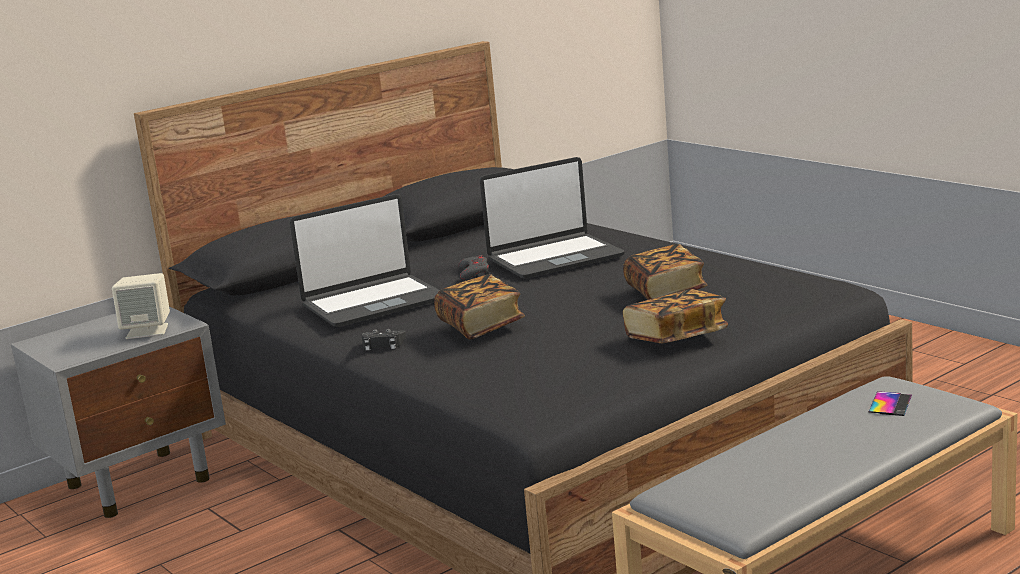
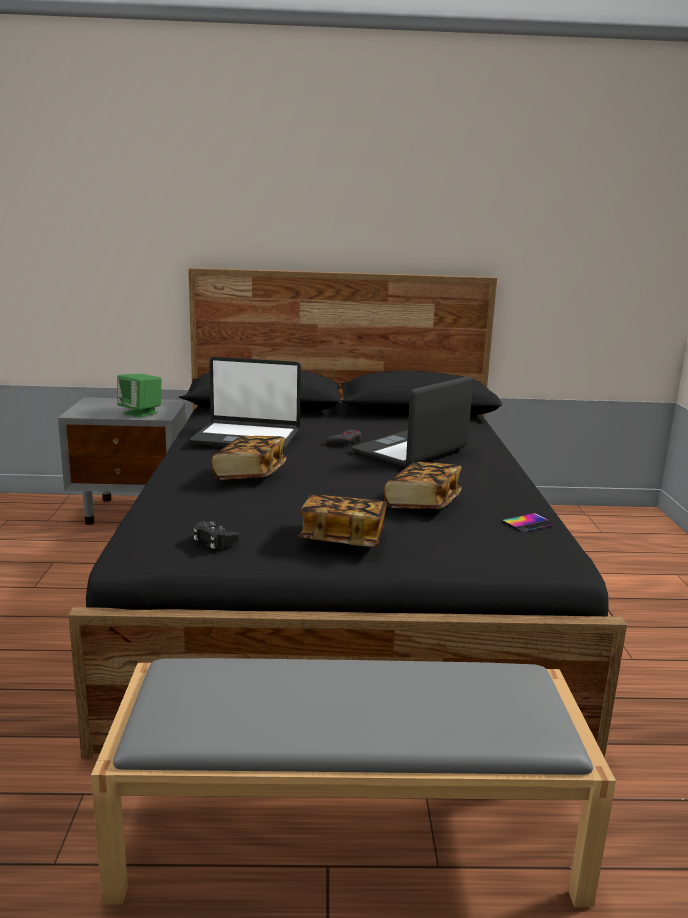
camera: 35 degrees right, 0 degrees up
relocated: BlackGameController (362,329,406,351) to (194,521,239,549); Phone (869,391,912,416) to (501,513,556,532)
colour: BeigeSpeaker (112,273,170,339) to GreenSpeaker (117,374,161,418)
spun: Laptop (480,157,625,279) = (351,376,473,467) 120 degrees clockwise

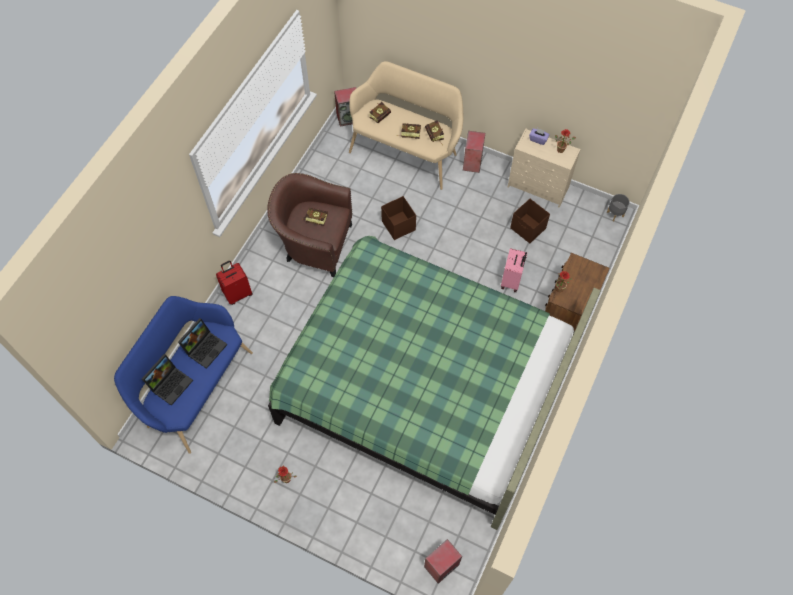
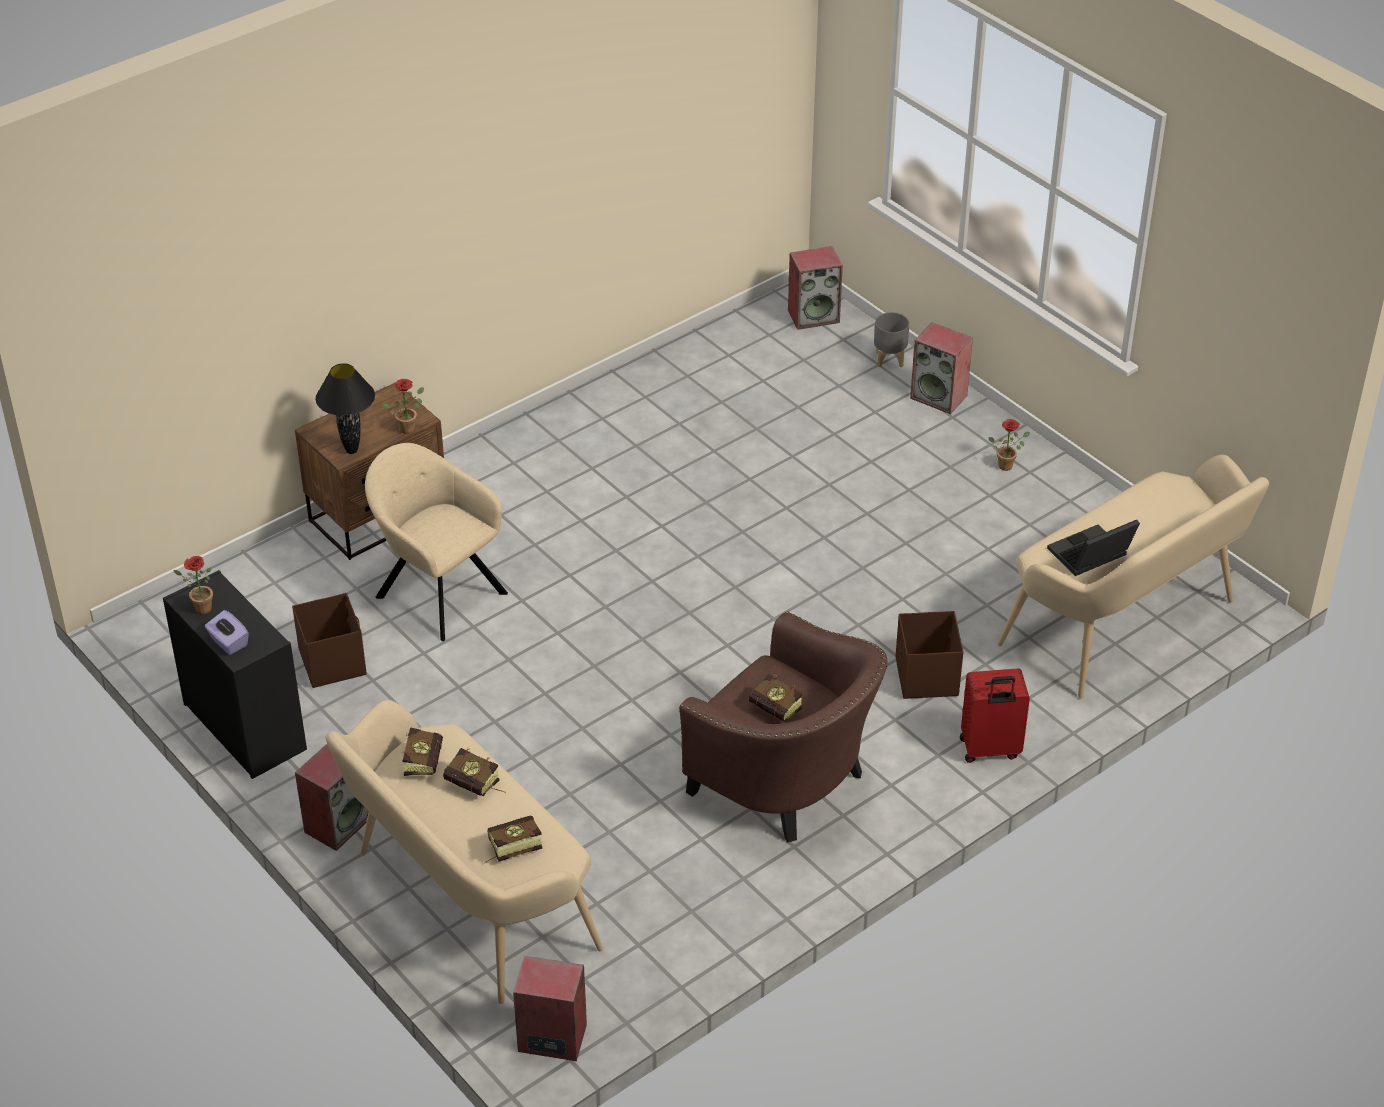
camera: 155 degrees left, 20 degrees down
missing: Laptop (142,354,193,406); GreenBed (268,236,601,530)
appeared: BlackTableLamp (316,363,375,454); Speaker (910,322,973,414)
relocated: GreyPlanter (607,194,629,221) to (874,312,909,368); BrownStorageBox (381,196,416,240) to (895,611,963,699)
exchanged: PinkSuitcase (501,248,527,292) to BeigeArmchair (365,443,508,641)
colour: BeigeDresser (508,129,581,207) to BlackDresser (163,570,307,779); BlueBench (114,296,253,454) to BeigeBench (997,455,1269,698)

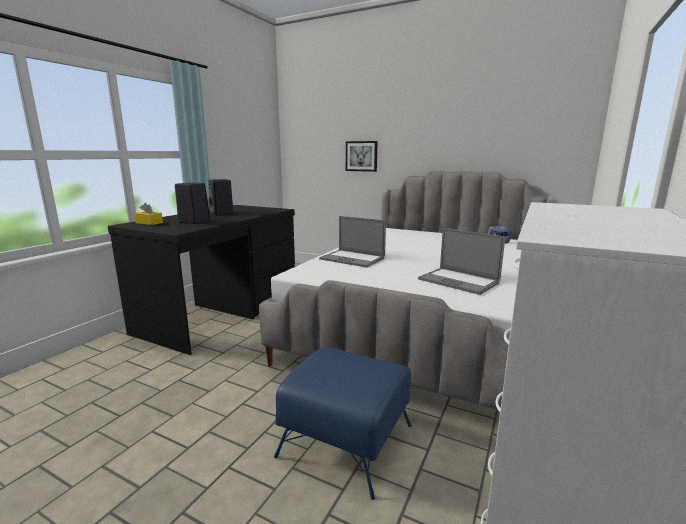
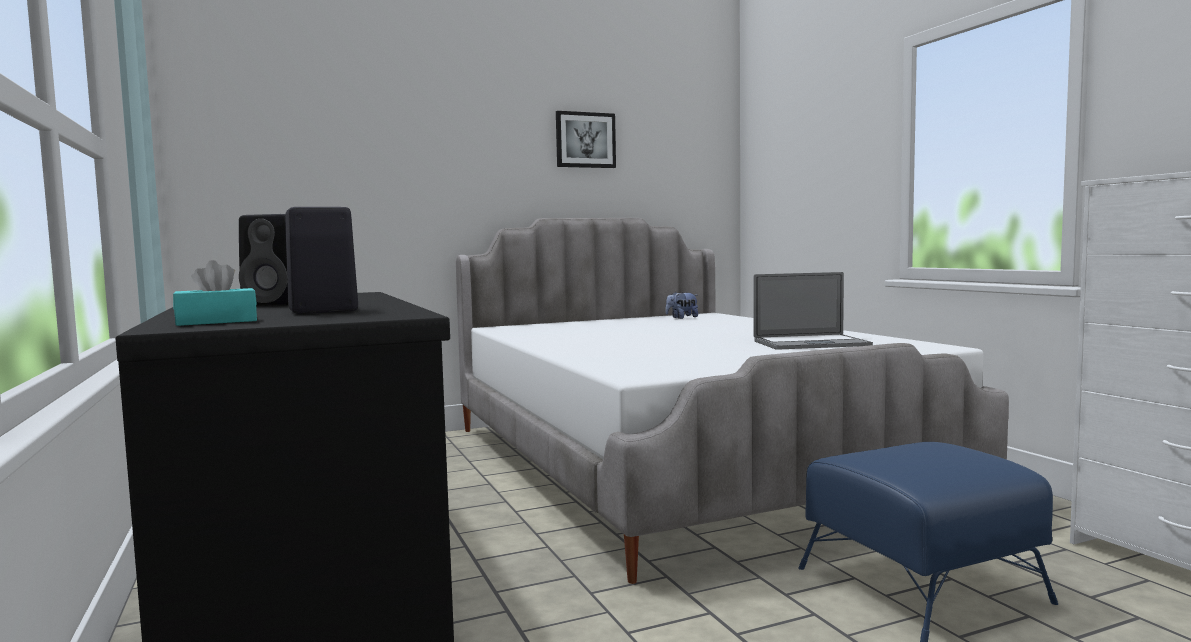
camera: 50 degrees left, 10 degrees down
missing: Laptop (319,216,386,268)
relocated: Picture (346,141,378,172) to (556,111,616,168)
colour: YellowTissueBox (134,203,163,225) to TurquoiseTissueBox (173,260,257,326)

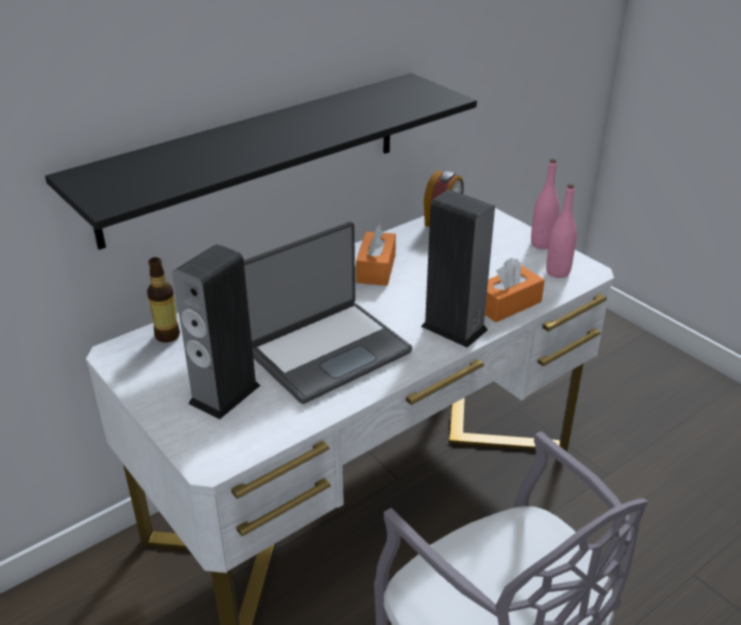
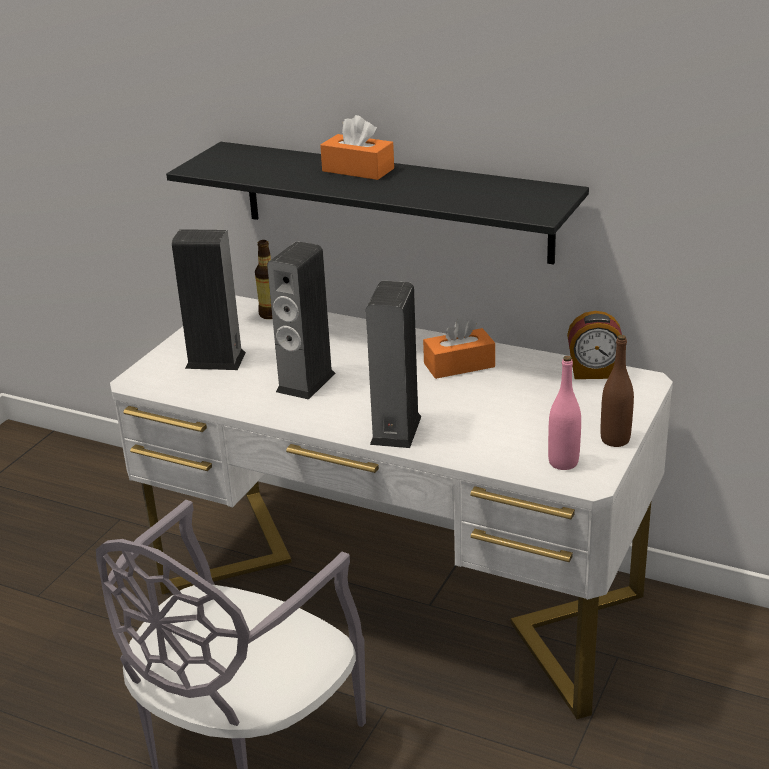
camera: 65 degrees right, 5 degrees down
relocated: OrangeTissueBox (485,257,545,322) to (320,115,394,180)
exchanged: Laptop (244,222,412,404) to Speaker (267,241,336,400)
colour: PinkBottle (531,159,559,249) to BrownBottle (601,335,634,447)

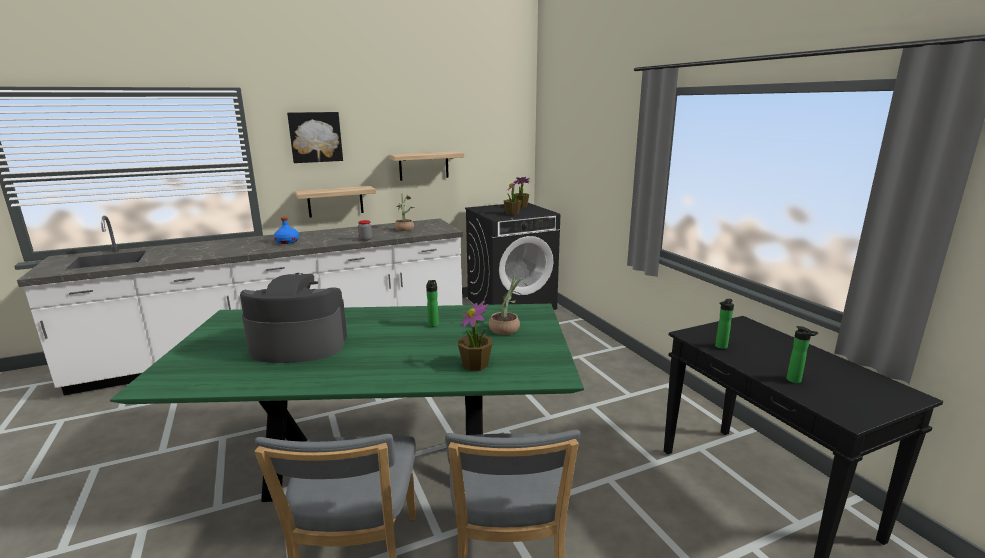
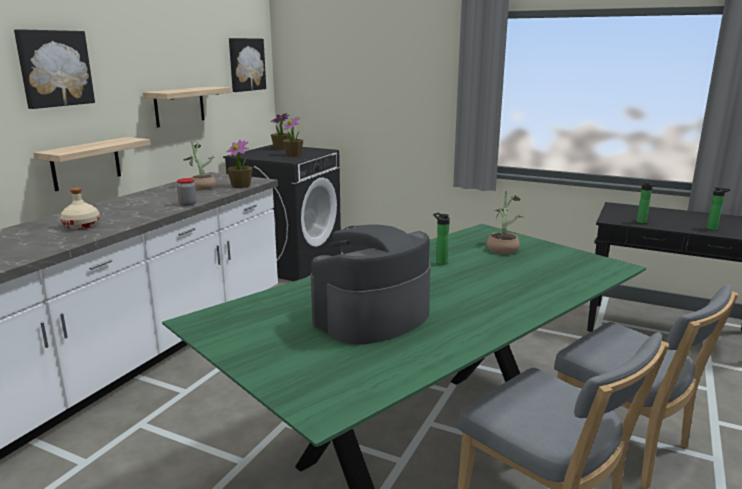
camera: 40 degrees left, 0 degrees up
appeared: Picture (229,38,266,92)
relocated: PottedPlant (458,302,492,371) to (226,140,253,188)
colour: BlueBottle (274,217,299,244) to BeigeBottle (60,187,100,229)

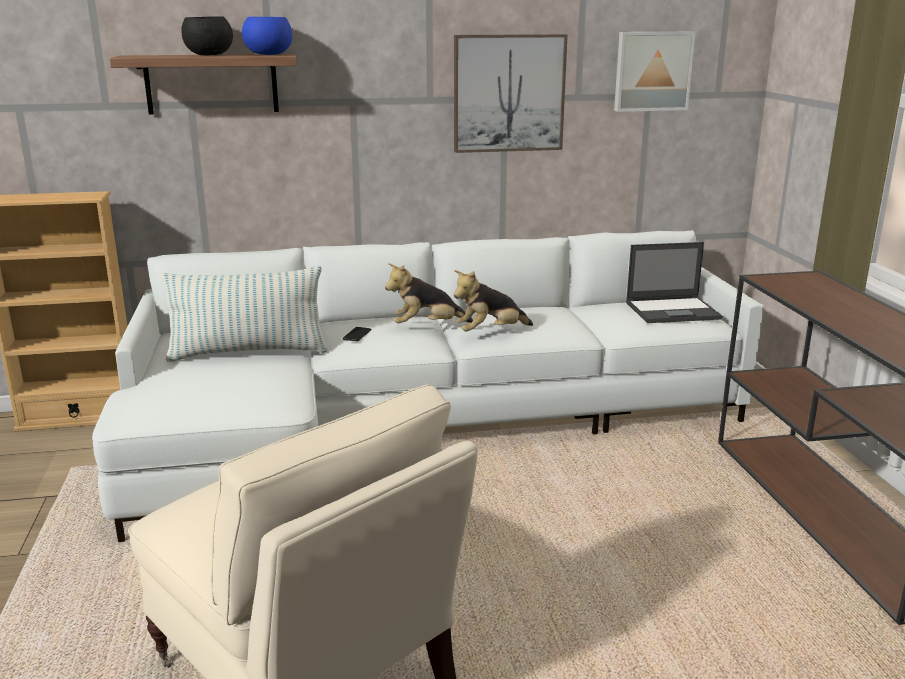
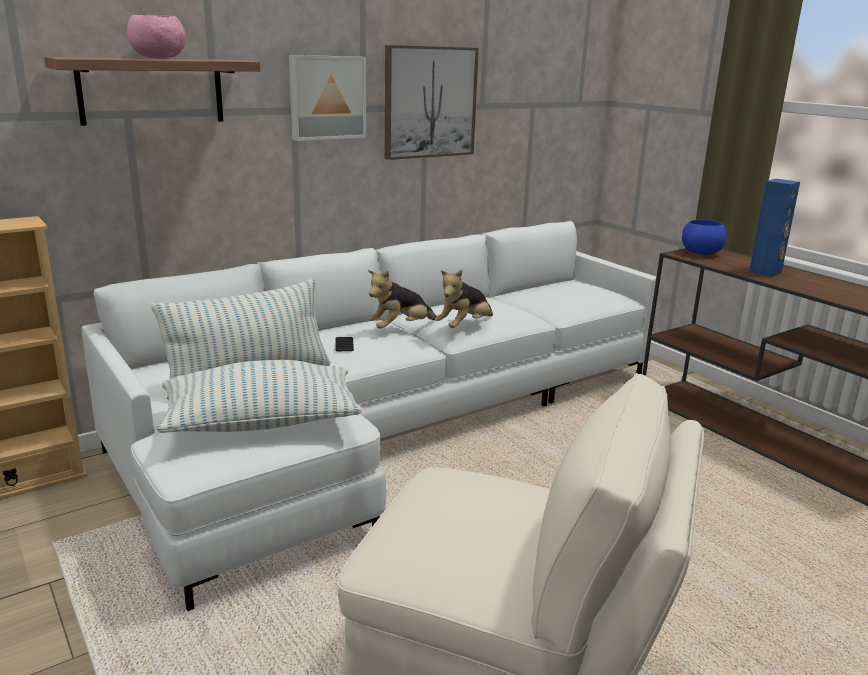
camera: 25 degrees left, 0 degrees up
missing: Laptop (626,242,722,323)
appeared: Pillow (157,360,362,433); BlueSpeaker (749,179,800,277)
relocated: Picture (614,32,696,112) to (289,55,366,141); BlueBowl (242,17,292,55) to (682,220,727,255)
colour: BlackBowl (181,16,233,55) to PinkBowl (127,15,186,59)

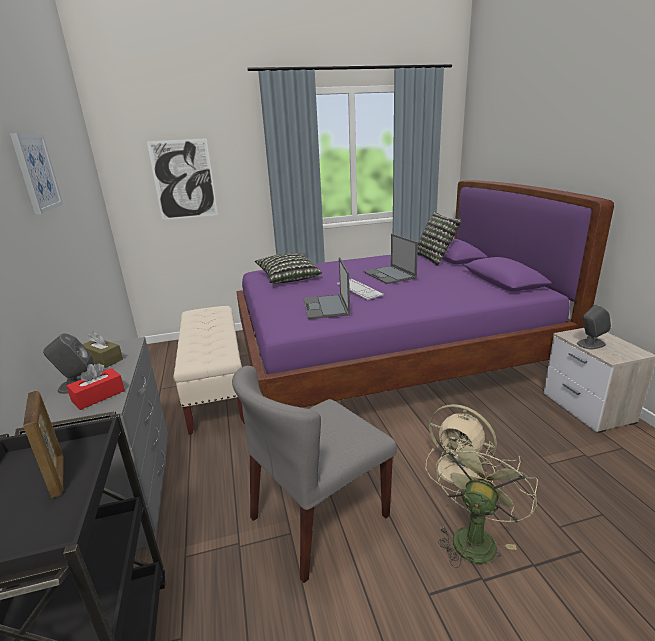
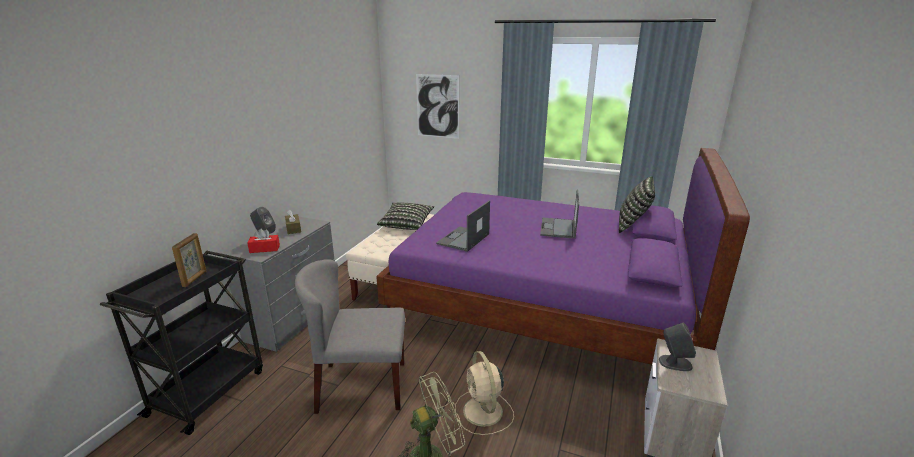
camera: 35 degrees right, 0 degrees up
missing: Picture (10,133,63,215); Keyboard (337,279,384,300)
relocated: Pillow (255,253,322,283) to (377,203,434,230)

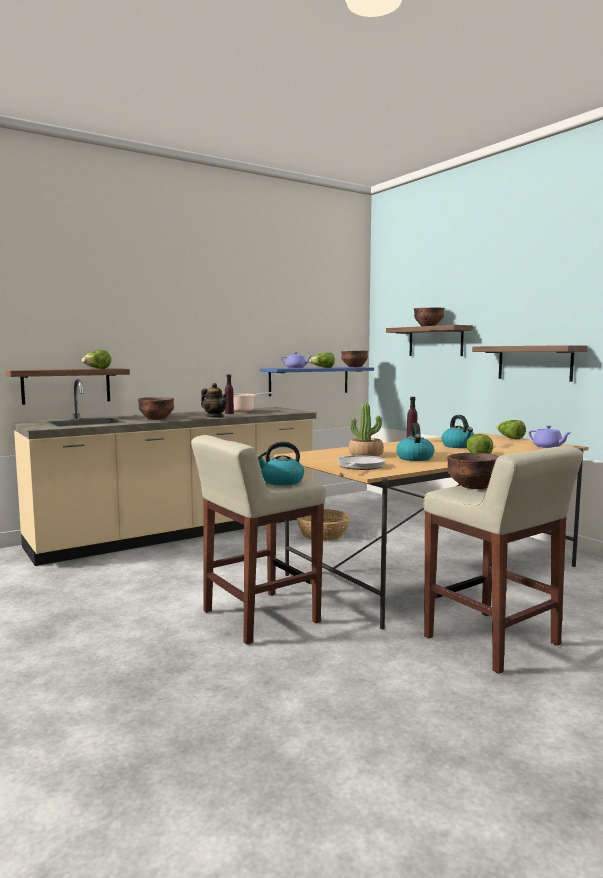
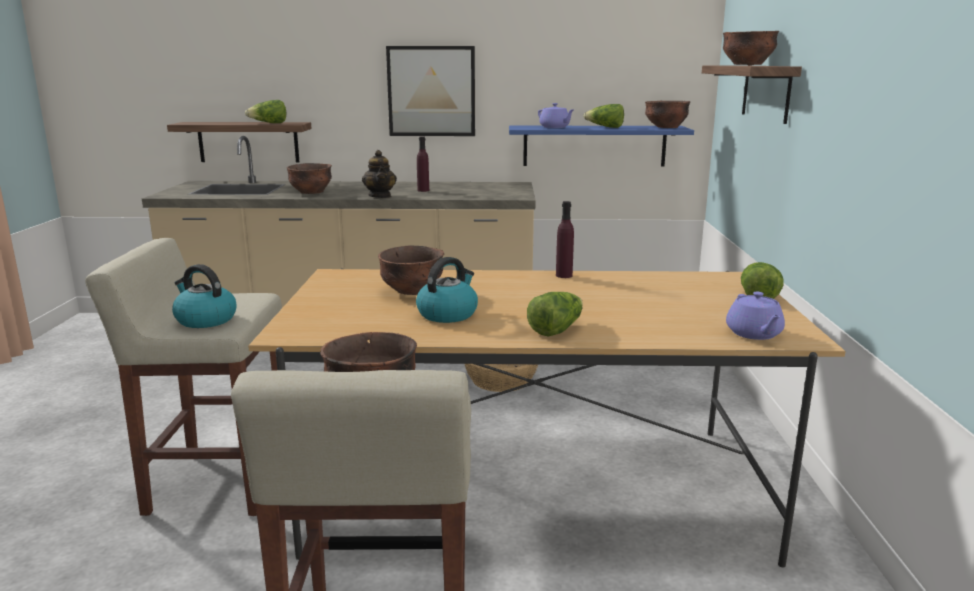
camera: 35 degrees right, 10 degrees up
missing: CookingPot (233,392,273,412); FryingPan (337,455,386,470); Kettle (442,415,475,448); Shelf (472,345,587,382)
appeared: Picture (386,46,475,136)
exchanged: PottedPlant (349,403,384,456) to BrownBowl (378,245,444,295)

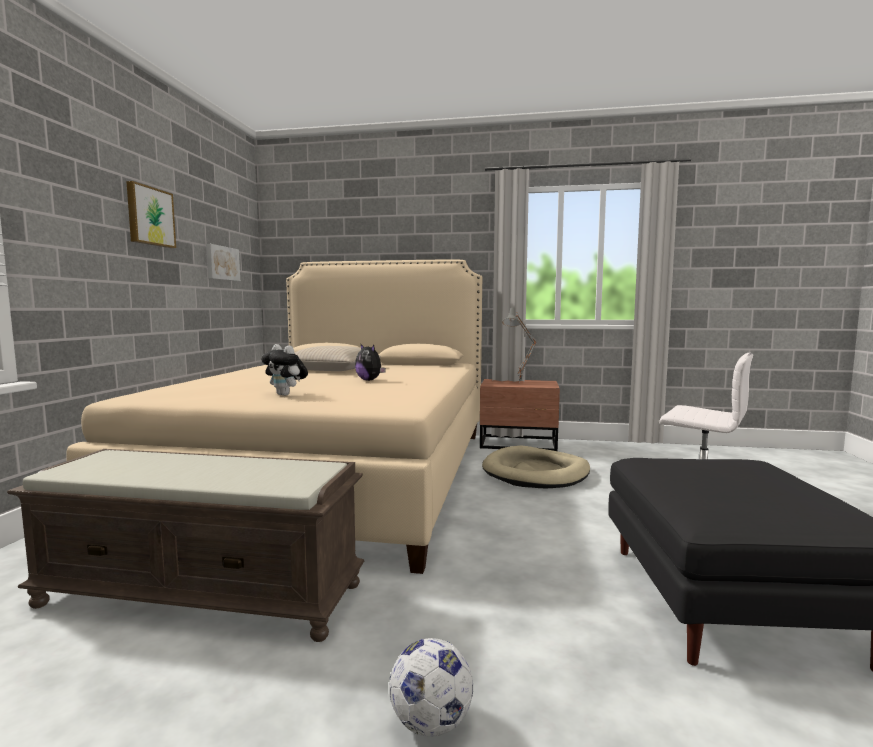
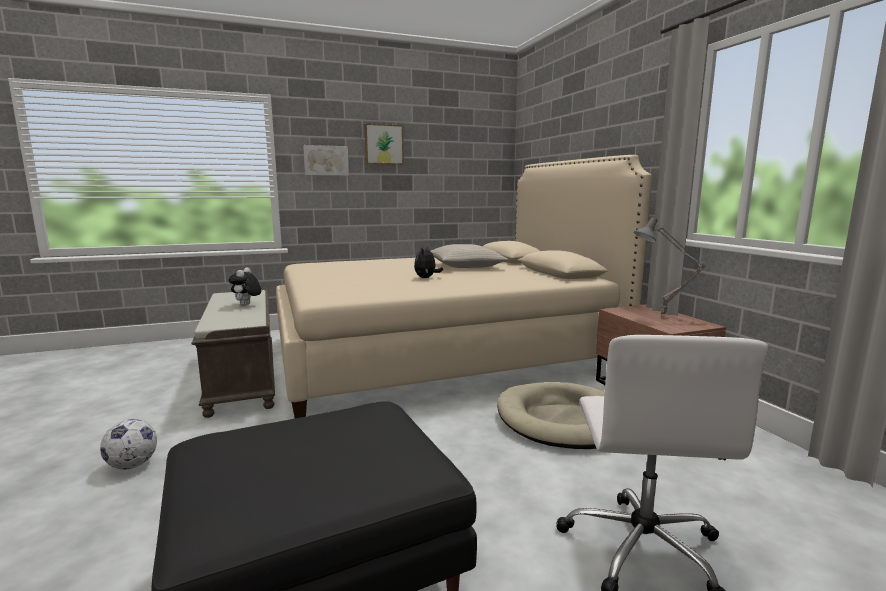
camera: 60 degrees right, 5 degrees up
relocated: PlushToy (261,344,308,396) to (228,267,261,306); Picture (206,244,240,281) to (303,145,349,176)

